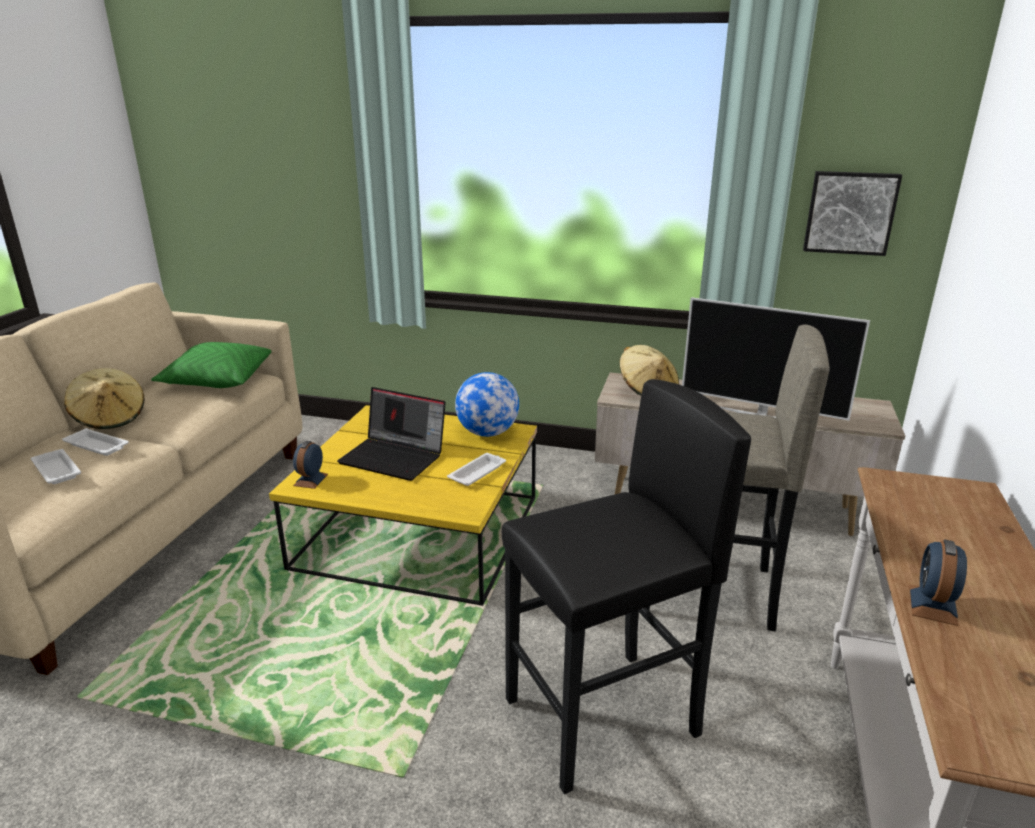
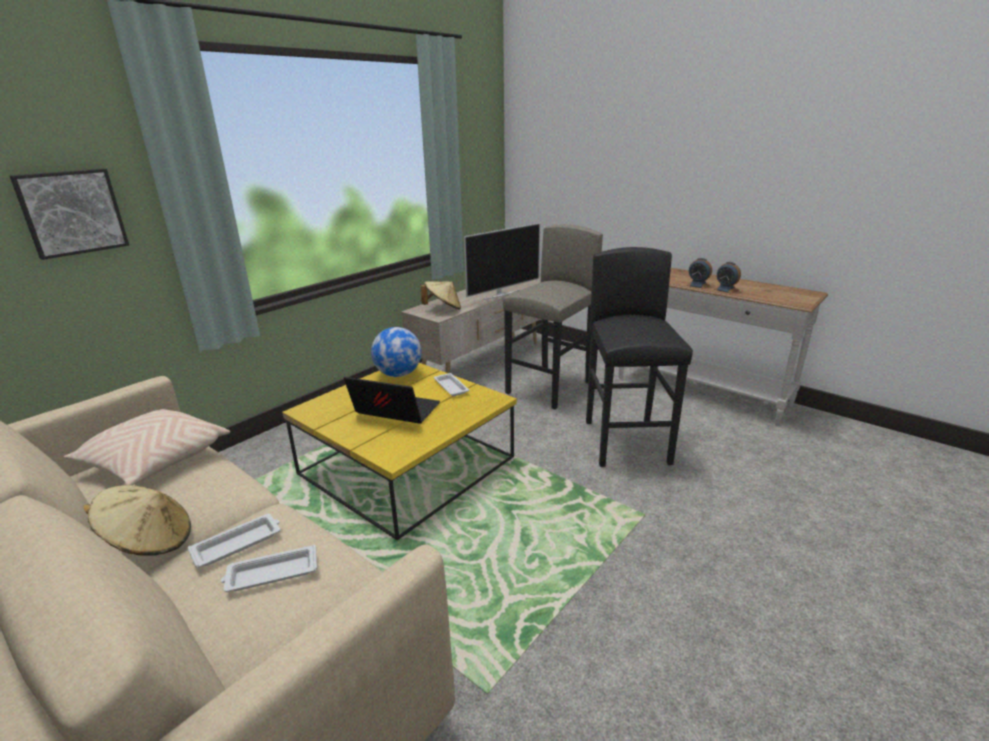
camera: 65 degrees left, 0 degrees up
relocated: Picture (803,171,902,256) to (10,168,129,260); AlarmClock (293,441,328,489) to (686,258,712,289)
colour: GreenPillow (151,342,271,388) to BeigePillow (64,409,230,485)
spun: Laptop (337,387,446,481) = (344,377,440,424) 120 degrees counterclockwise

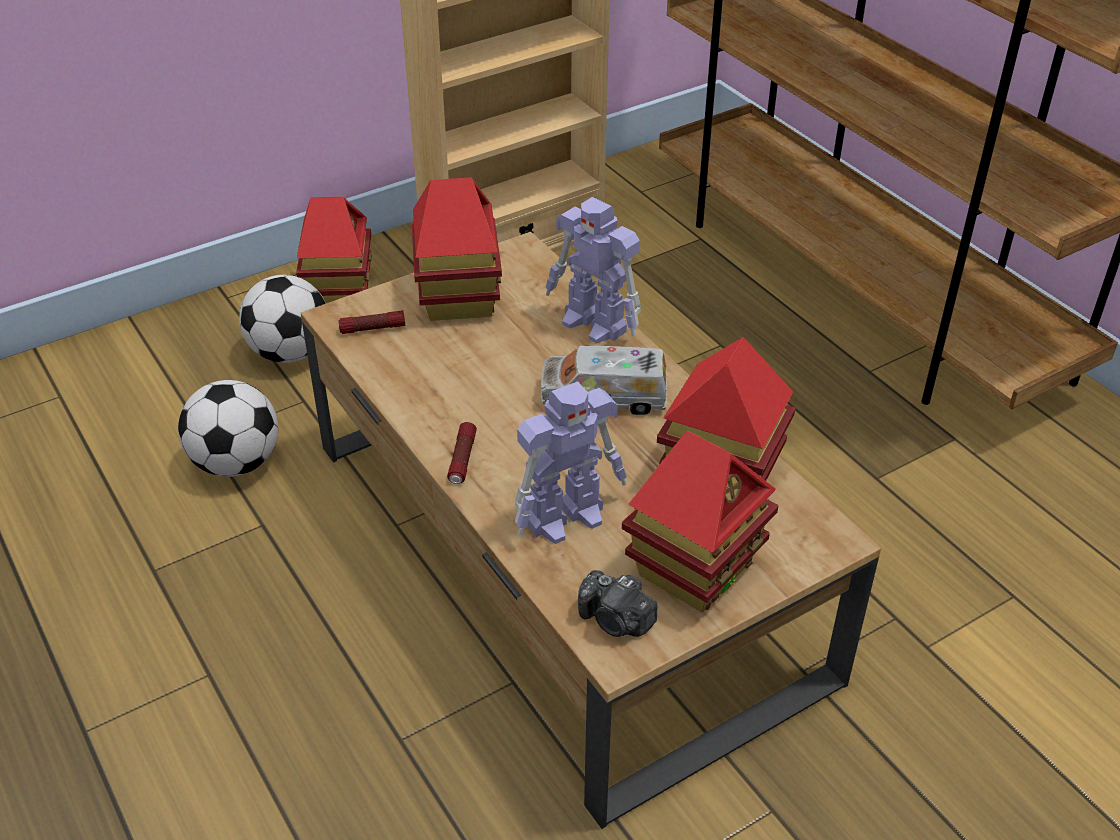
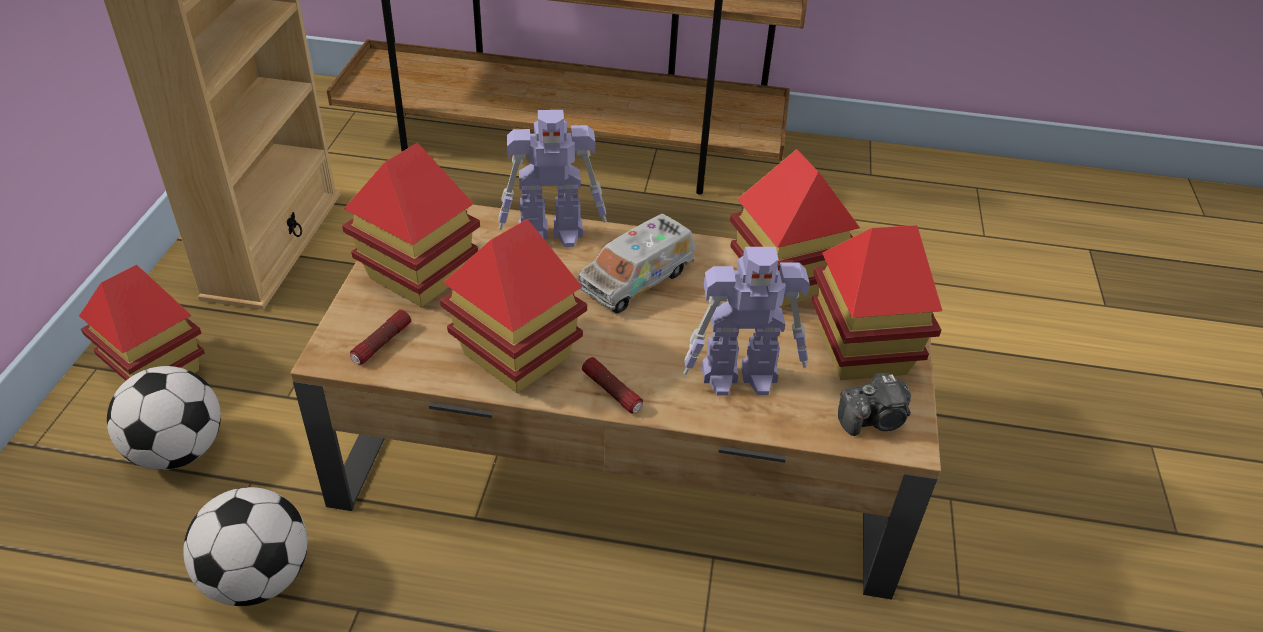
camera: 50 degrees left, 0 degrees up
appeared: ToyHouse (440,219,587,393)
spun: ToyRobot (515,382,627,544) = (683,247,810,395) 75 degrees clockwise

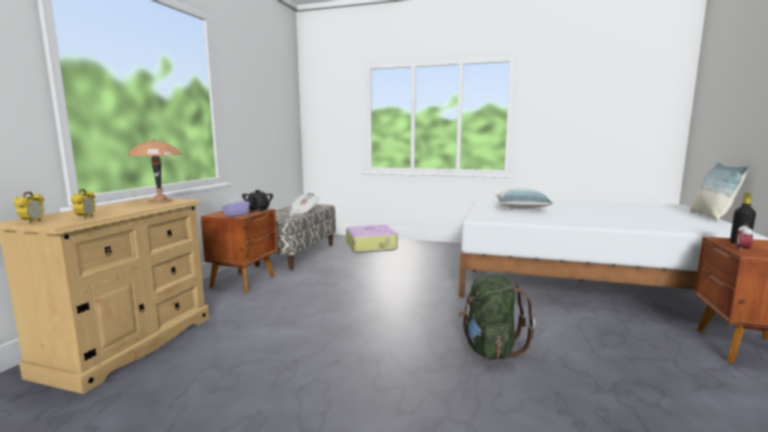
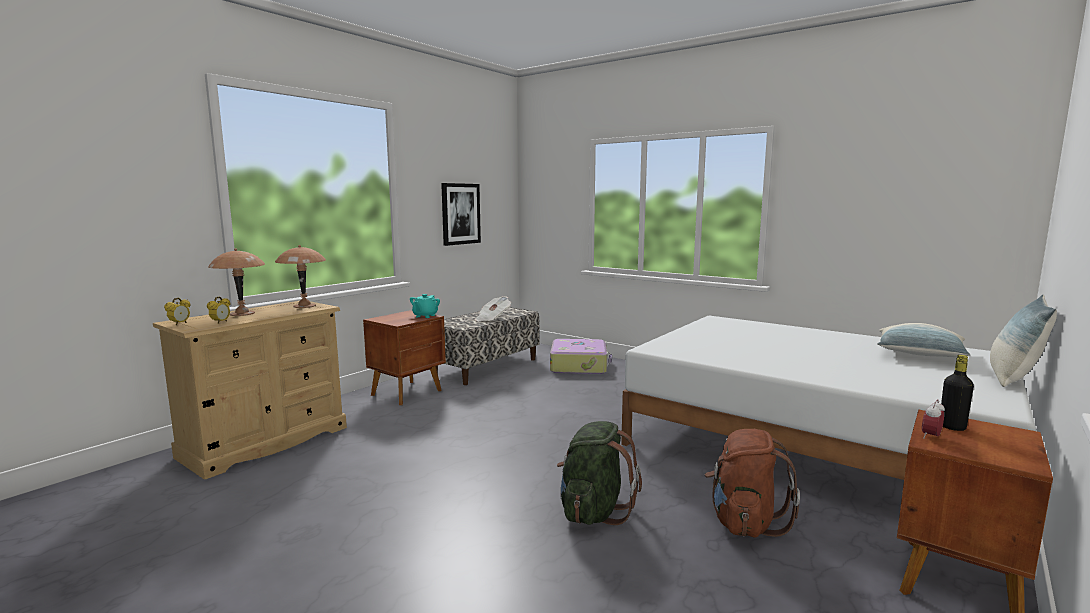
camera: 20 degrees right, 0 degrees up
missing: PurpleTissueBox (222,196,250,217)
appeared: BrownTableLamp (208,248,265,316); Picture (441,183,481,246); BrownBackpack (705,429,800,537)
relocated: Pillow (496,188,553,209) to (877,323,970,357)
colour: BlackTeapot (242,190,273,212) to TurquoiseTeapot (410,294,440,318)

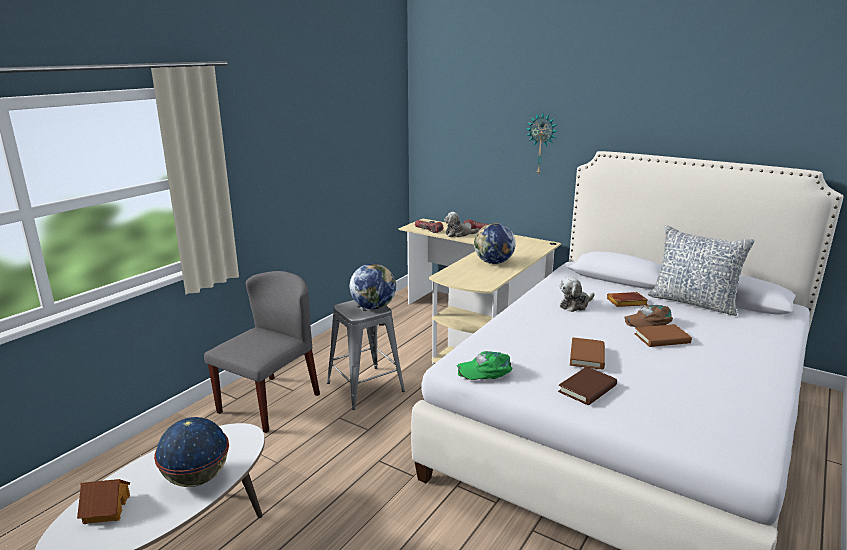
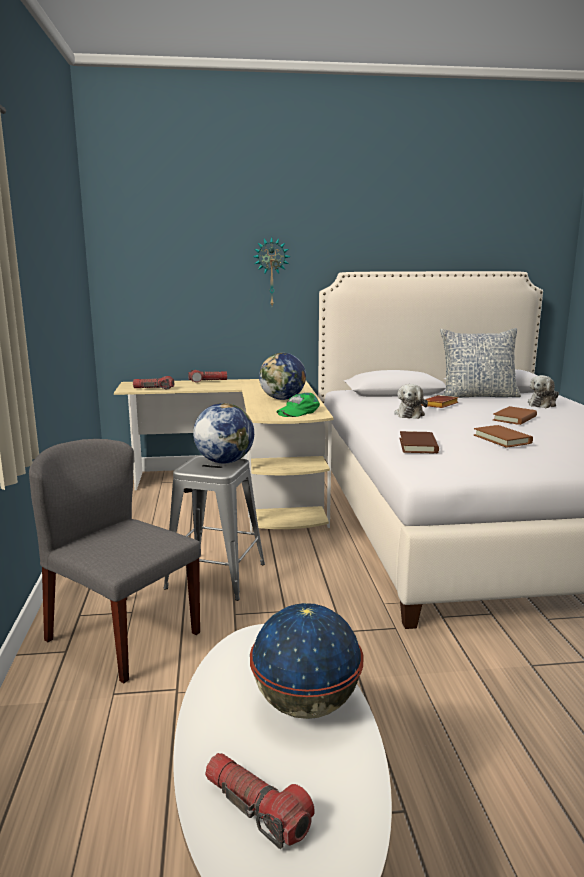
camera: 40 degrees left, 5 degrees down
missing: BrownCap (624,305,673,328)
relocated: GreenCap (457,351,513,380) to (276,393,320,417); BrownBook (558,367,617,405) to (400,431,439,453); PlushToy (444,212,479,237) to (528,375,559,408)
exchanged: ToyHouse (77,479,130,524) to Flashlight (205,753,315,849)
spun: GreyChair (204,271,320,433) = (29,439,201,683) 45 degrees counterclockwise

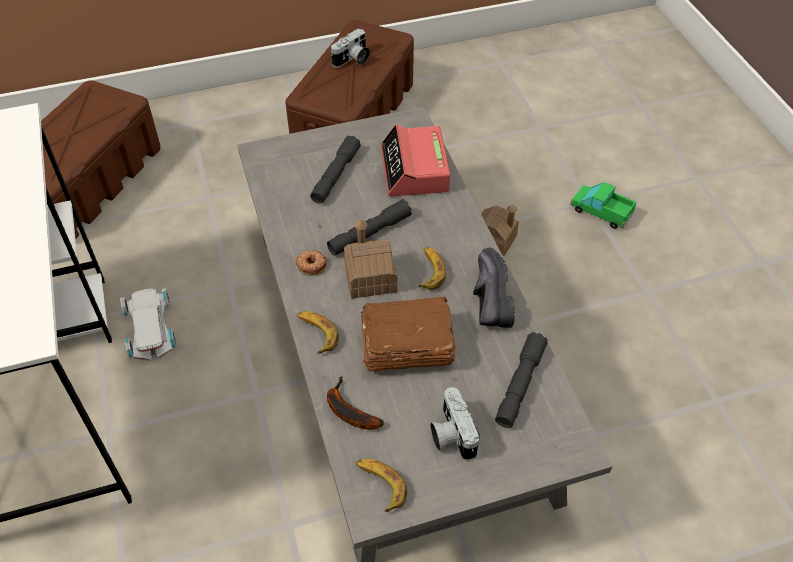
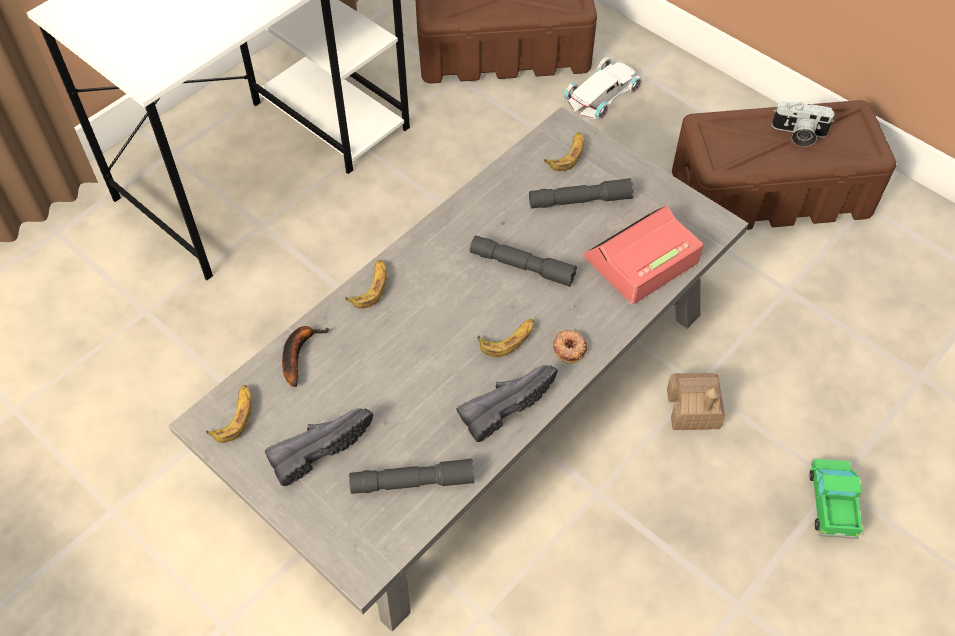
camera: 60 degrees right, 5 degrees up
missing: ToyHouse (344,219,397,299); BrownBook (361,297,455,371)
appeared: Banana (544,133,584,171)
relocated: Donut (295,250,327,276) to (553,330,588,364); WhiteToyCar (120,288,177,361) to (564,57,642,120)
exchanged: PhotoCamera (430,387,480,461) to BlackShoe (265,408,373,486)

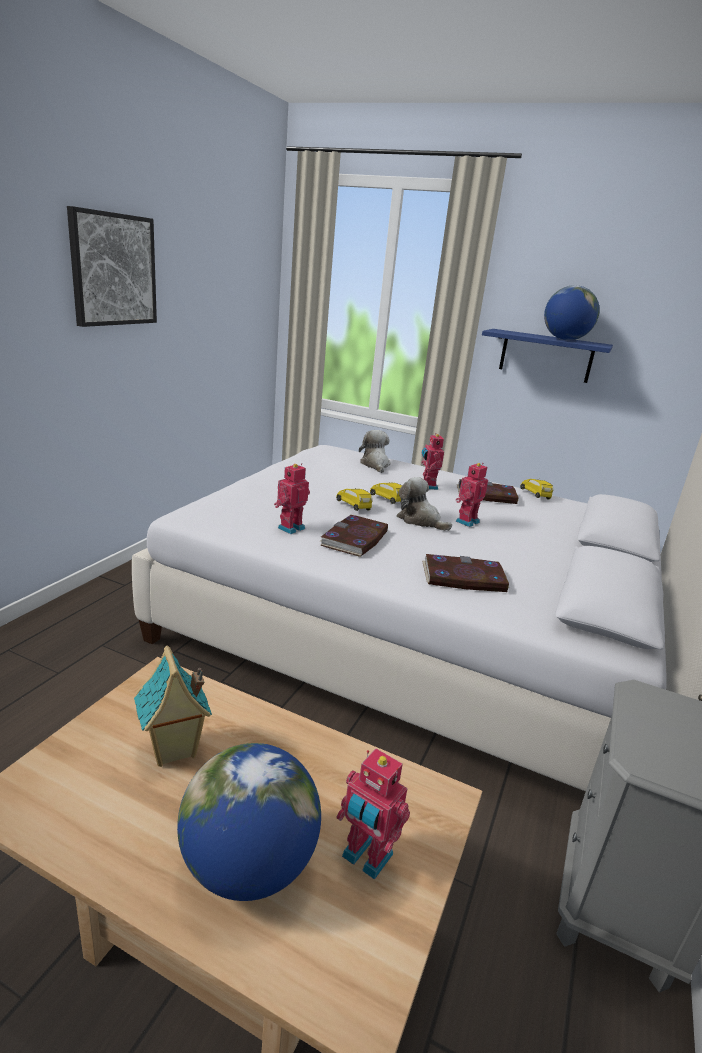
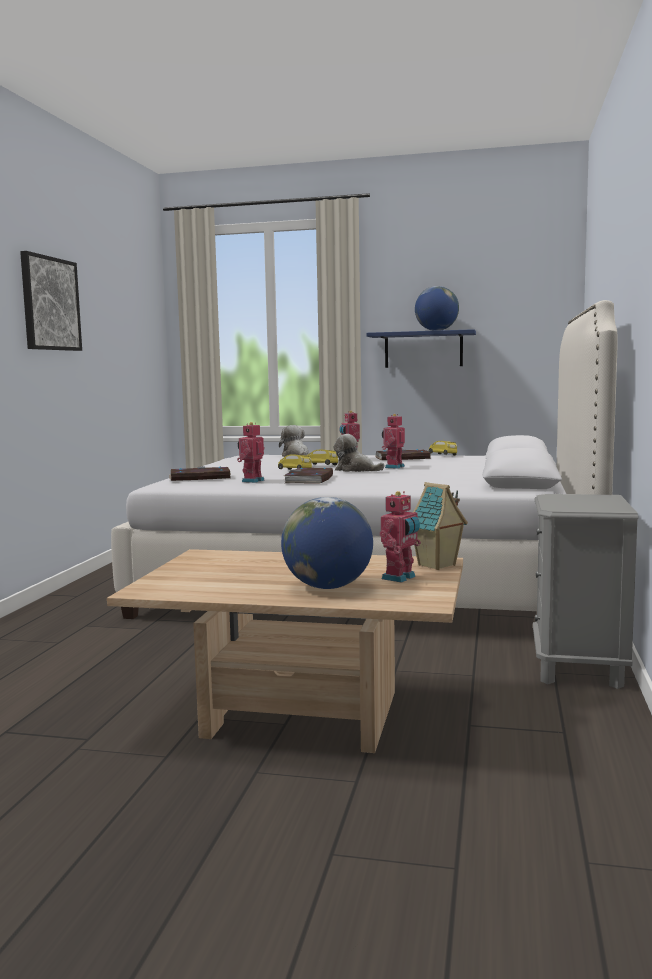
camera: 10 degrees left, 15 degrees down
relocated: Book (422,554,509,592) to (169,466,231,481); ToyHouse (134,646,212,767) to (413,482,468,570)
spun: ToyRobot (336,748,410,880) = (380,491,421,583) 75 degrees counterclockwise

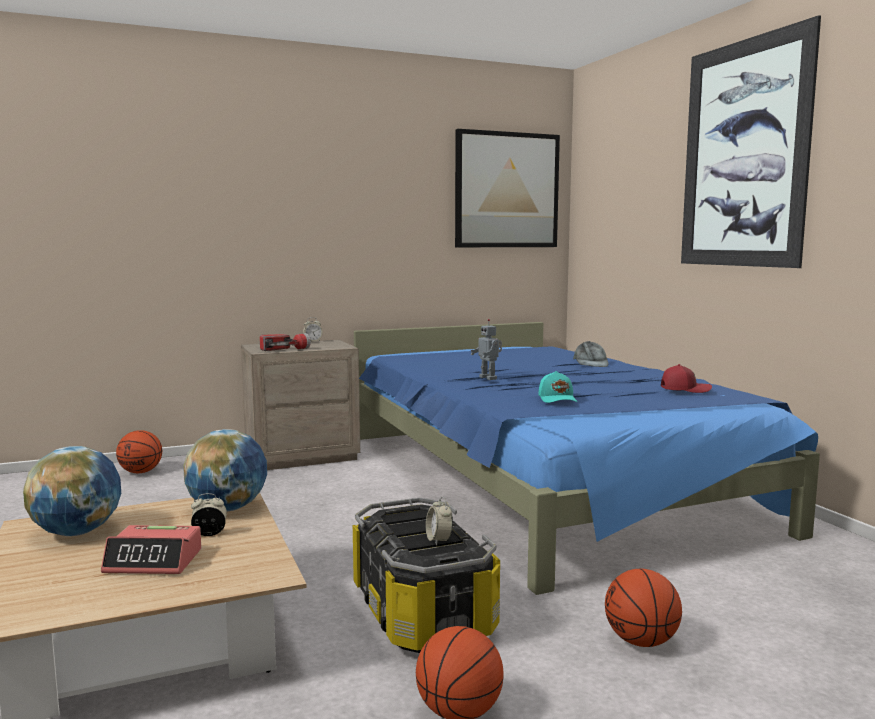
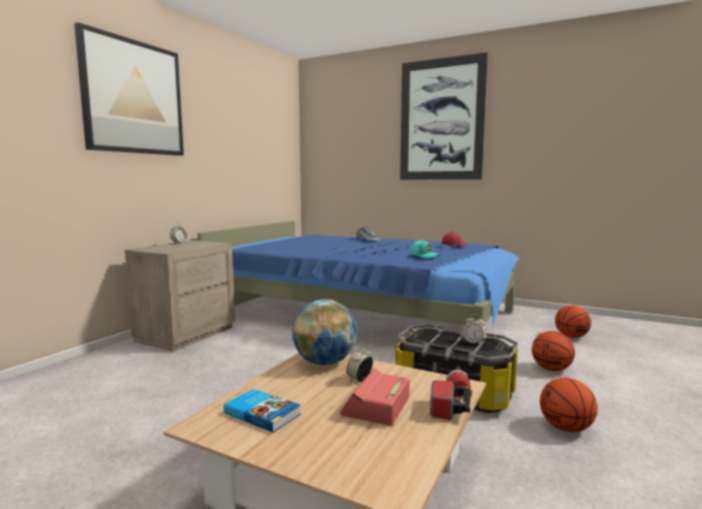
camera: 40 degrees left, 0 degrees up
missing: ToyRobot (470,319,502,380)
relocated: Picture (455,129,560,247) to (74,22,184,156); Flashlight (260,333,311,351) to (430,370,472,420); Basketball (116,430,162,473) to (555,305,591,338)
exchanged: Globe (23,446,121,536) to Book (224,389,301,433)
spun: AlarmClock (101,525,201,574) = (340,368,410,426) 150 degrees clockwise

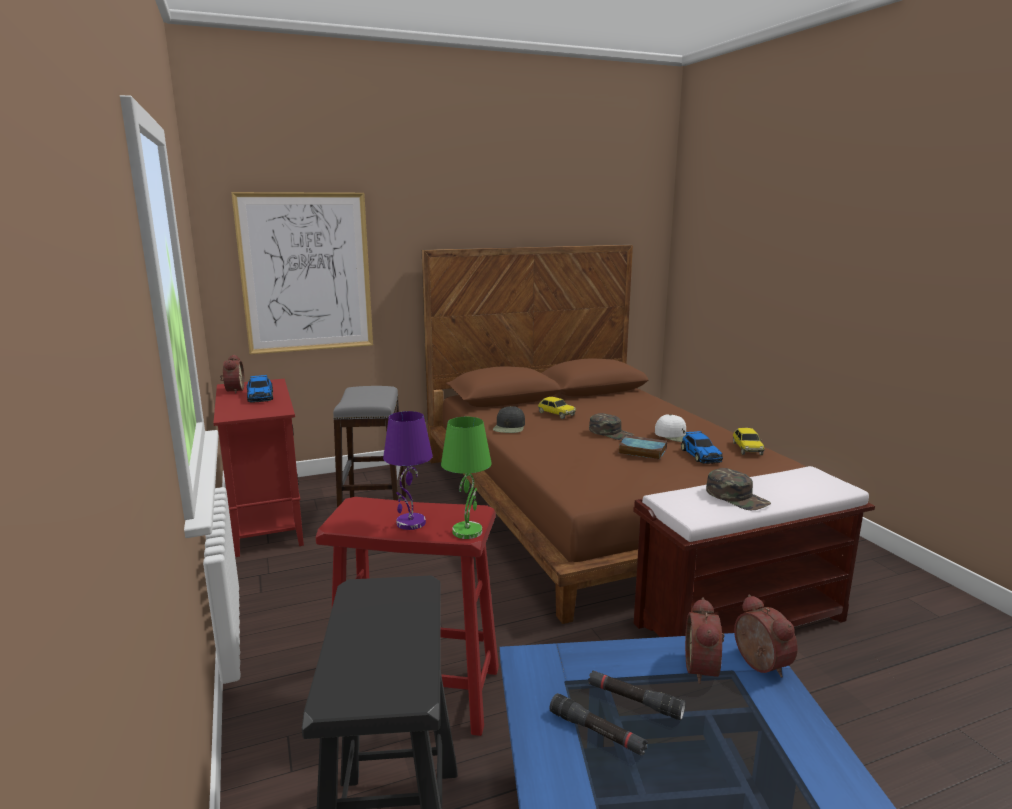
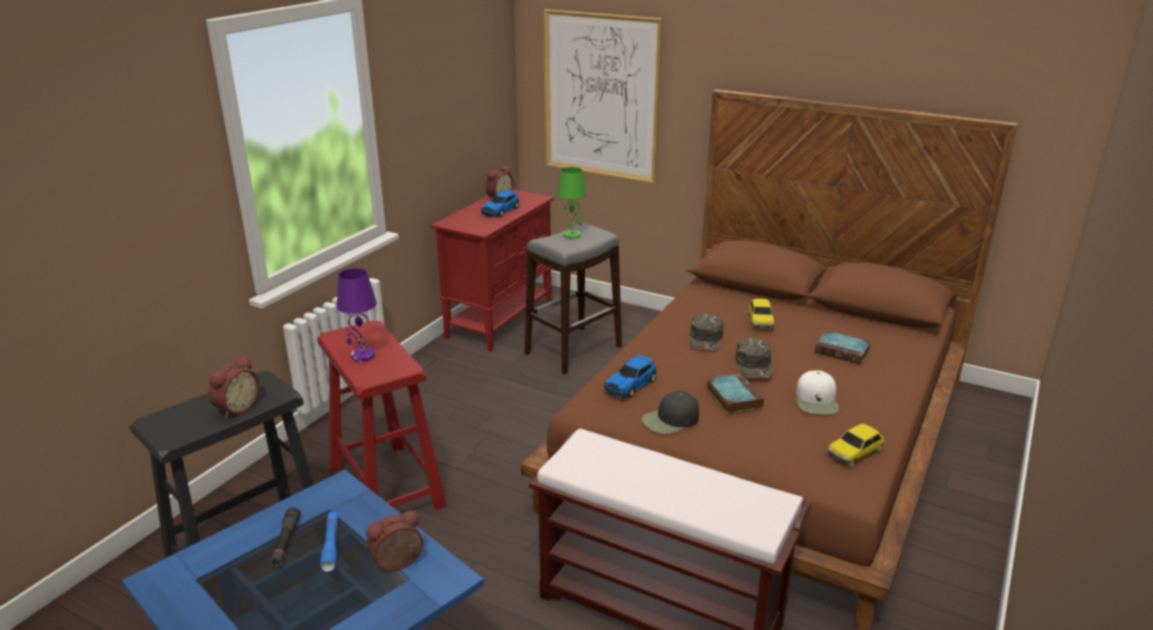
camera: 50 degrees right, 10 degrees up
appeared: Book (815,331,871,365)
relocated: AlarmClock (734,594,798,677) to (208,356,260,418); GreenTableLamp (441,417,492,539) to (557,167,587,239); ToyCar (681,431,723,464) to (604,354,657,399); BlackCap (493,406,525,433) to (642,391,699,434); GreenCap (706,468,771,510) to (689,313,723,351)
colour: BlackFlashlight (588,670,686,720) to BlueFlashlight (320,512,339,572)

